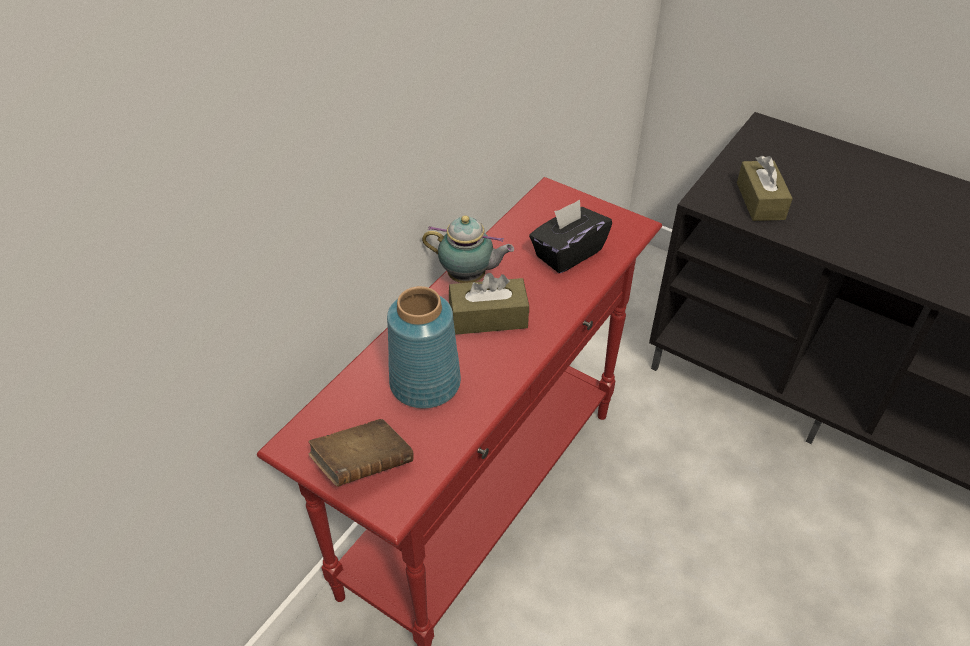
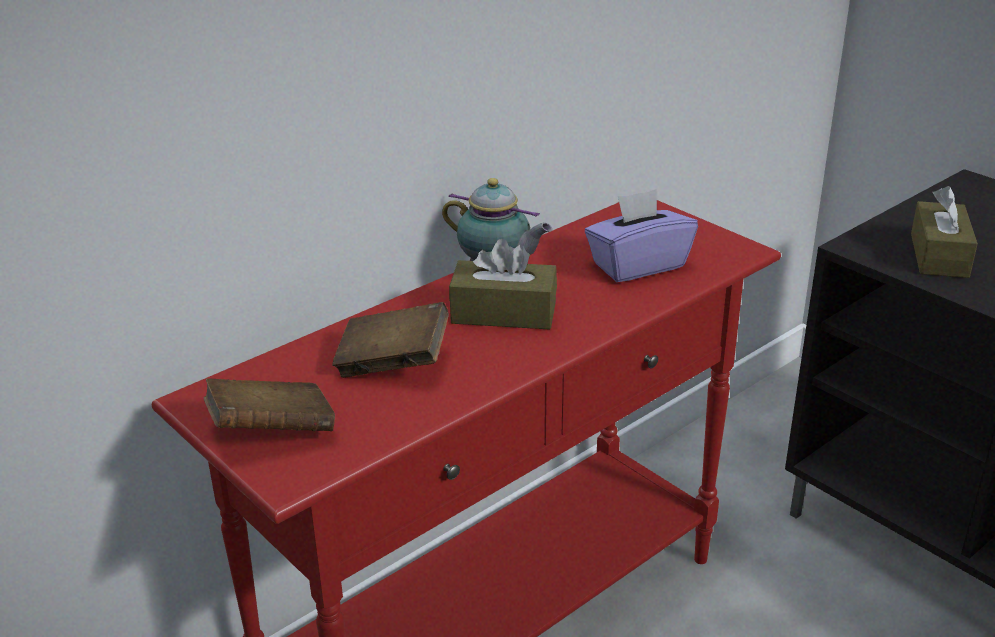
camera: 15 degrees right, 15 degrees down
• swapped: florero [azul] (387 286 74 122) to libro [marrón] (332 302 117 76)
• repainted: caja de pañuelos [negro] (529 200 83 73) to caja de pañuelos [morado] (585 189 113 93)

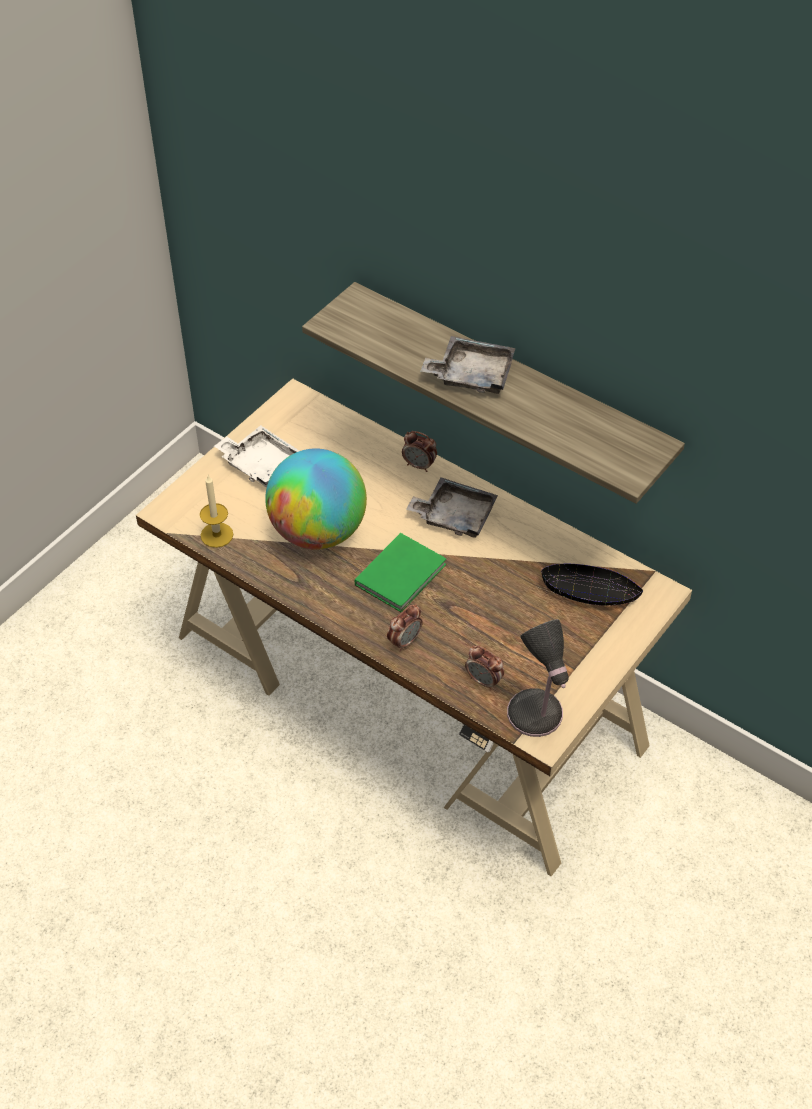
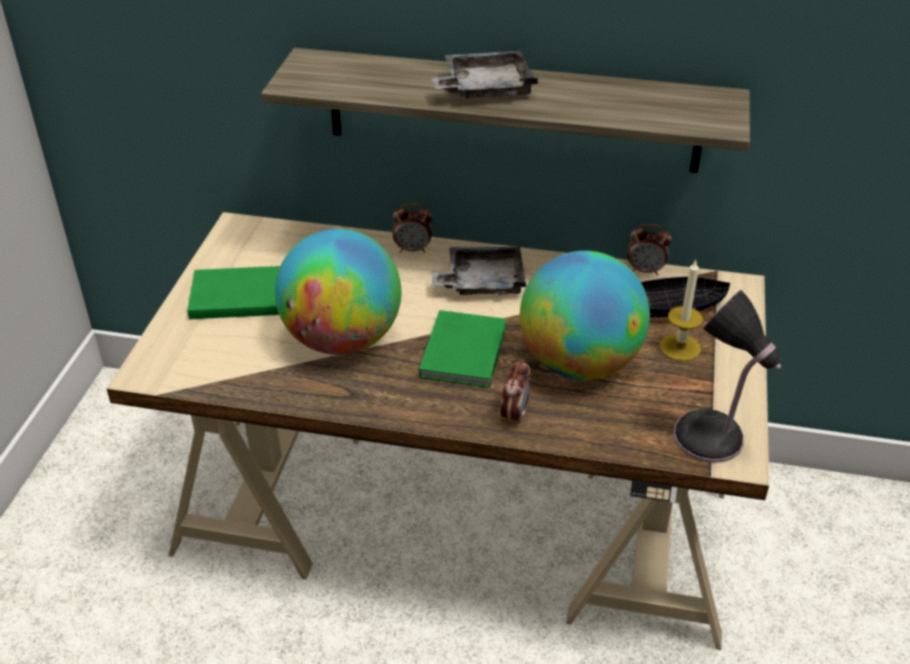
camera: 25 degrees left, 10 degrees down
• shifted: vela (200 475 33 73) to (660 260 43 101)
• swapped: bandeja [blanco] (214 425 85 62) to libro [verde] (187 266 93 53)
• shifted: despertador (465 645 39 45) to (627 224 44 51)
• new: globo terráqueo (520 251 130 129)

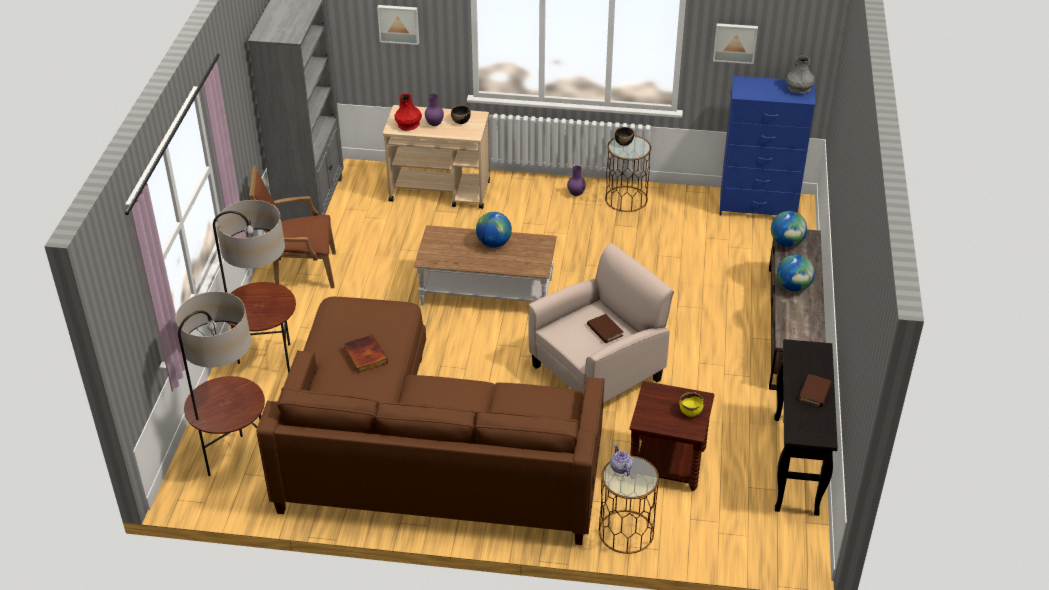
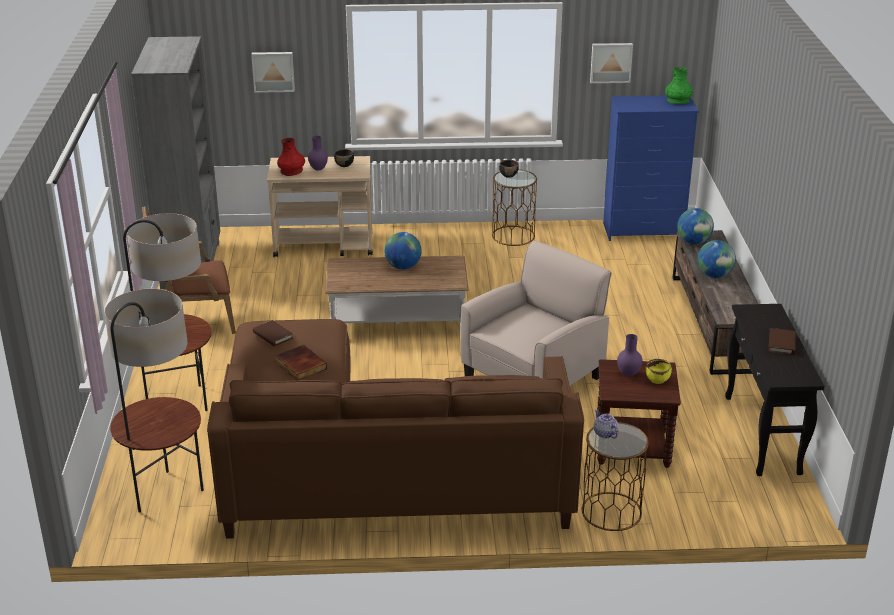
camera: 10 degrees left, 10 degrees down
• shifted: florero [morado] (567 166 19 30) to (617 334 25 42)
• shifted: libro [marrón] (587 314 37 29) to (253 320 40 26)
• repainted: florero [gris] (786 55 28 39) to florero [verde] (665 67 28 37)

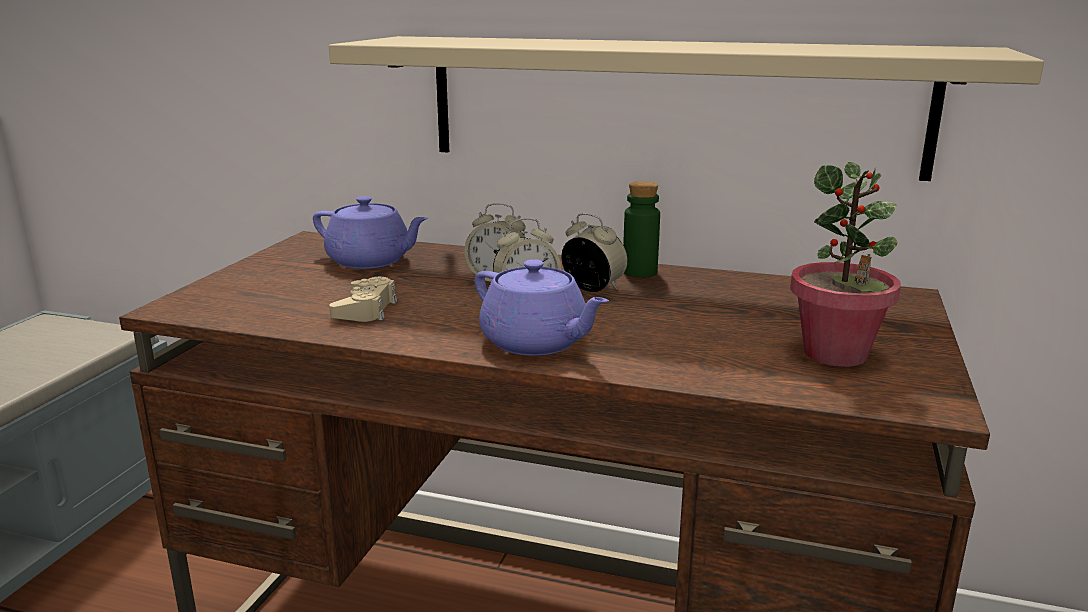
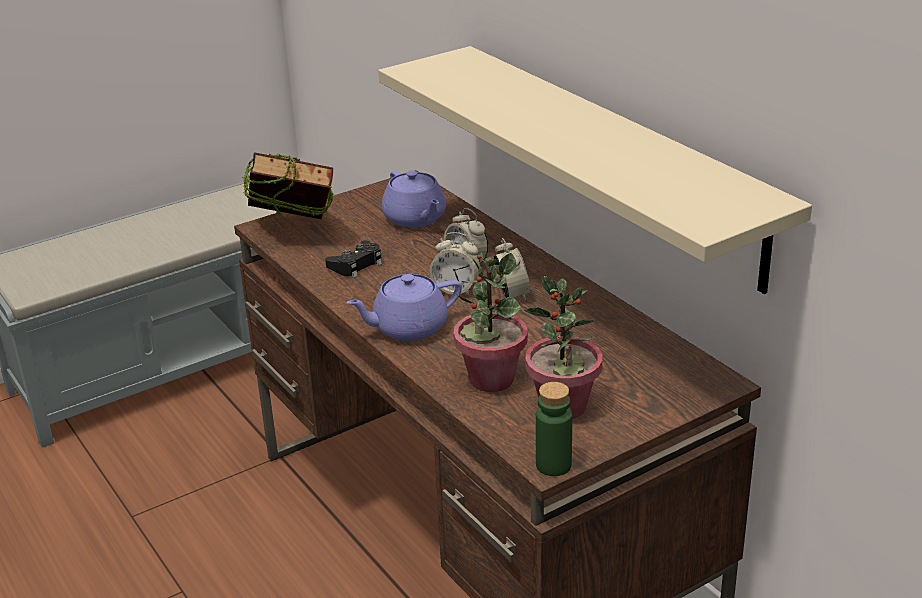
camera: 40 degrees right, 10 degrees up
• repainted: mando de consola [beis] (329 276 68 46) to mando de consola [negro] (325 241 57 37)
• rotated: tetera [morado] (475 259 134 97) = (346 274 116 67) 75 degrees clockwise
• shifted: botella [verde] (623 181 37 97) to (536 382 36 94)
• new: libro (242 152 92 67)
• new: planta en maceta (453 253 75 139)

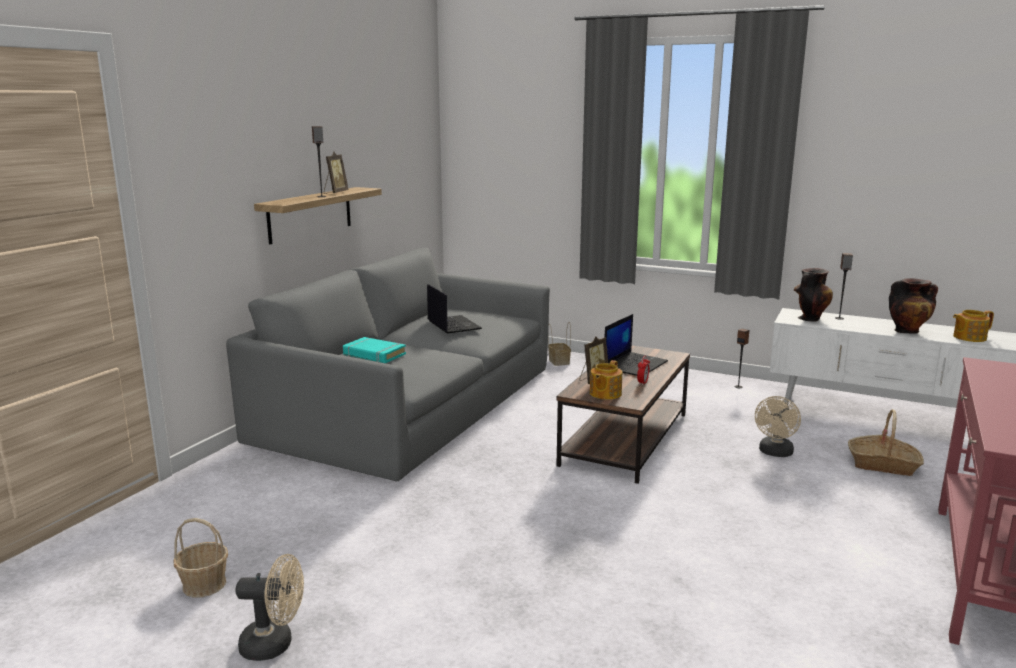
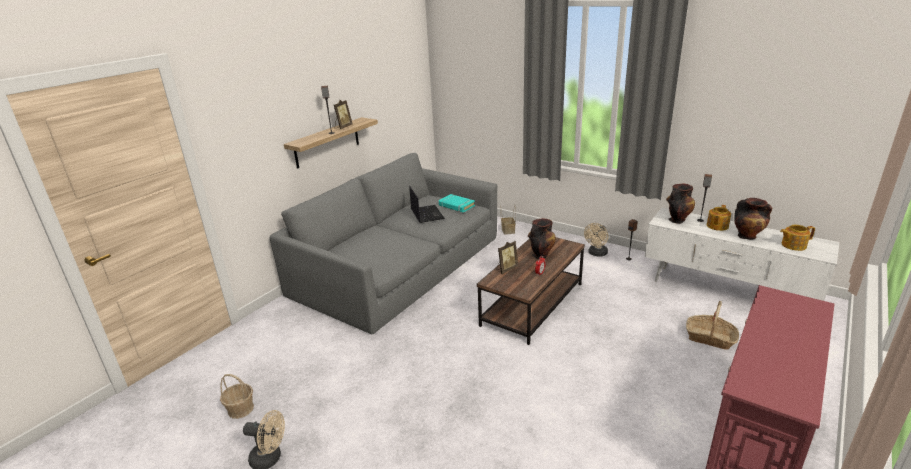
camera: 10 degrees right, 10 degrees up
• shifted: libro [turquesa] (343 337 63 26) to (439 194 36 19)
• shifted: tetera (590 360 32 39) to (707 205 24 26)
• swapped: portátil (605 314 63 62) to florero (528 218 28 41)
• shifted: ventilador [beis] (755 396 46 61) to (584 223 24 34)

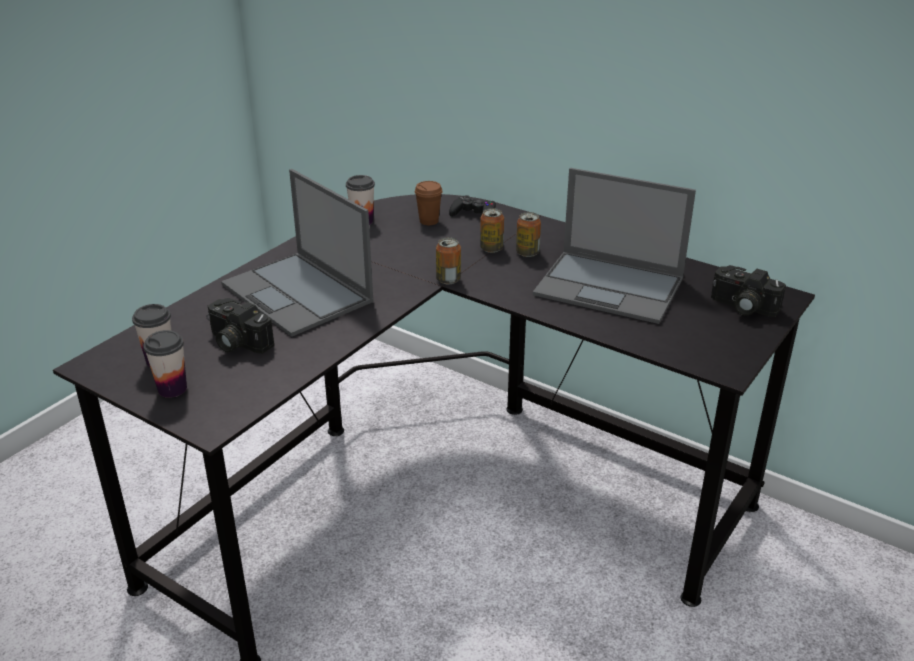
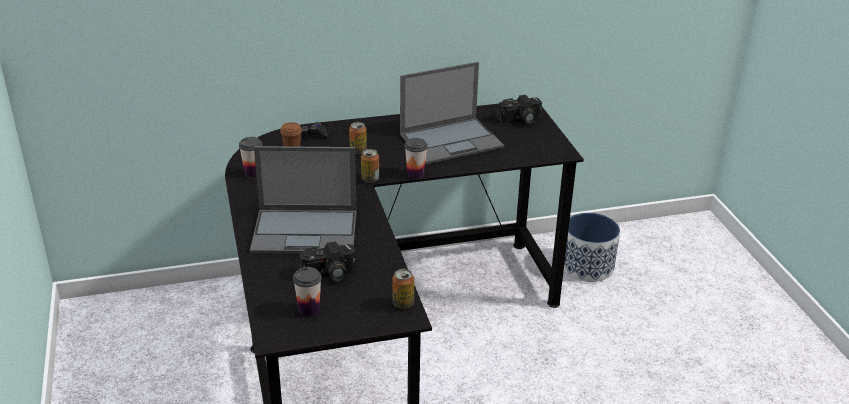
camera: 50 degrees left, 0 degrees up
• shifted: taza (143 330 44 68) to (405 138 23 41)
• shifted: lata (516 212 25 45) to (392 269 22 40)
• new: maceta (564 213 56 69)

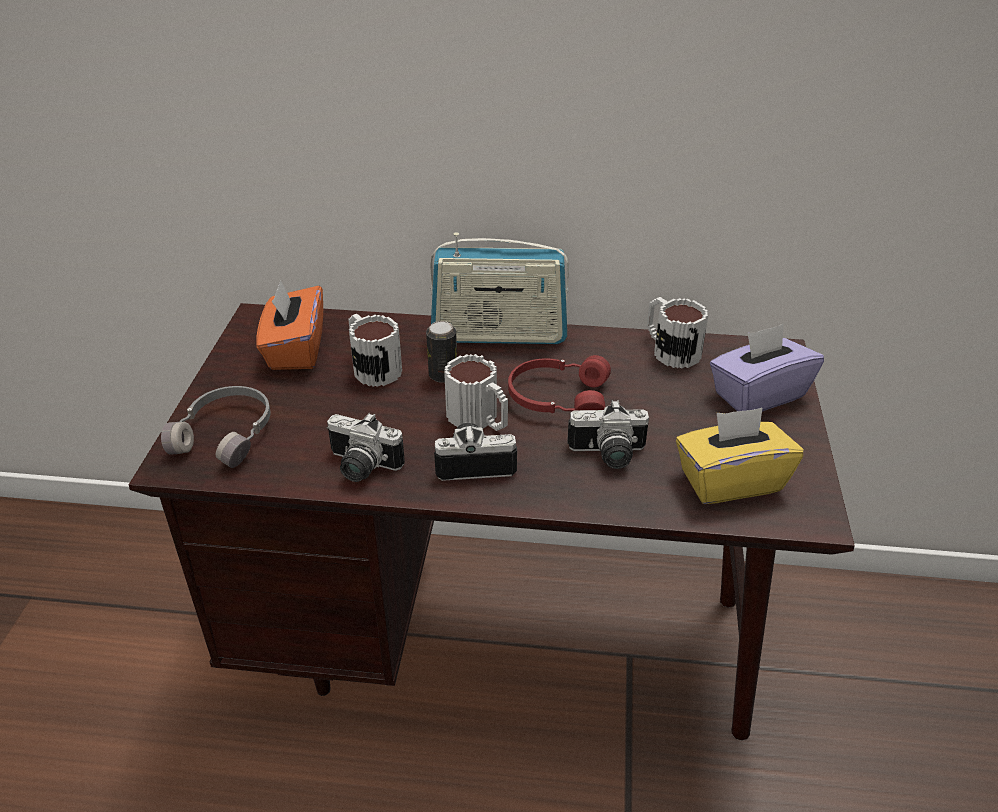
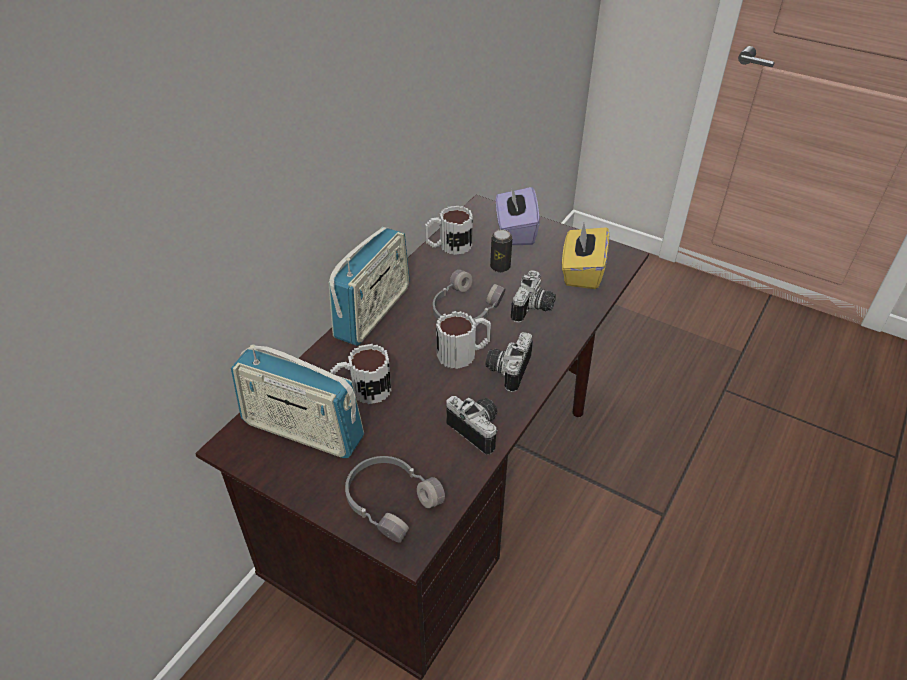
camera: 65 degrees left, 5 degrees up
• swapped: caja de pañuelos [naranja] (256 280 67 90) to radio (231 344 133 114)
• rotated: cámara (327 413 78 69) = (446 396 52 59) 90 degrees counterclockwise
• shifted: lata (426 321 31 62) to (490 229 23 43)
• repainted: auriculares [rojo] (508 355 103 58) to auriculares [gris] (433 270 72 51)

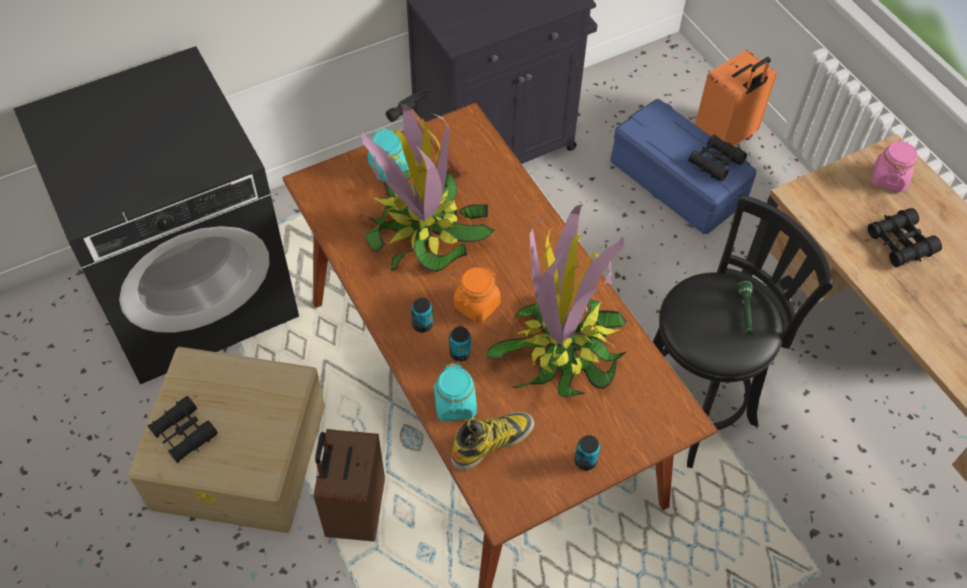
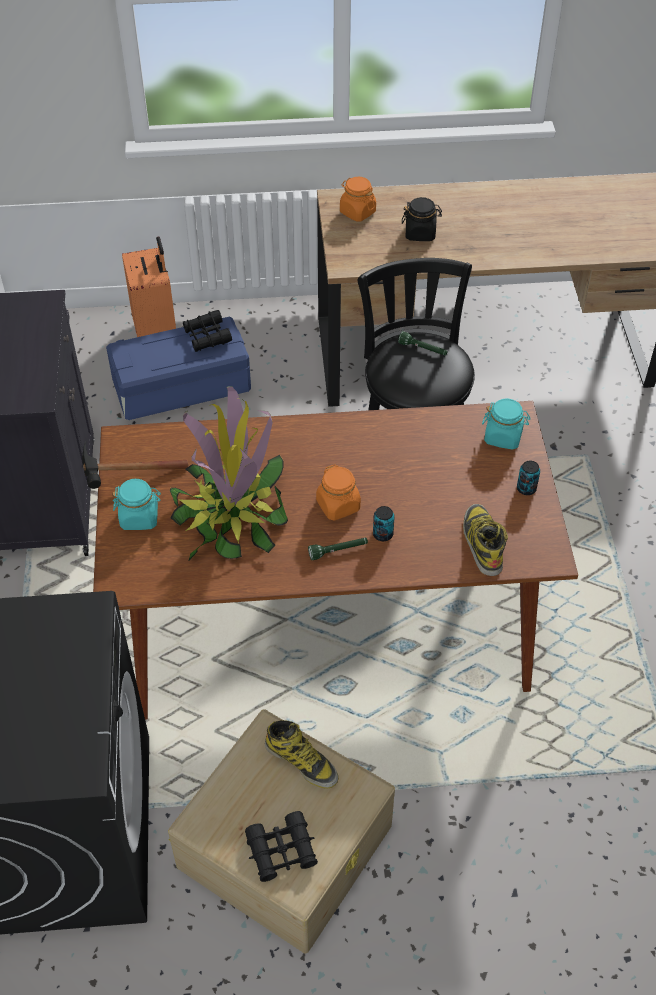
camera: 65 degrees left, 5 degrees down
• gone: maleta [marrón] (314 429 71 113)
• swapped: lata (411 298 22 34) to linterna [verde] (308 538 60 22)
• shifted: tarro [turquesa] (434 363 43 59) to (482 399 49 51)
• gone: planta en maceta (487 205 140 192)
• swapped: prismáticos [negro] (868 208 74 59) to tarro [negro] (402 197 40 44)
• repainted: tarro [rosa] (872 140 45 52) to tarro [naranja] (340 177 36 45)
• new: bota (265 720 74 69)

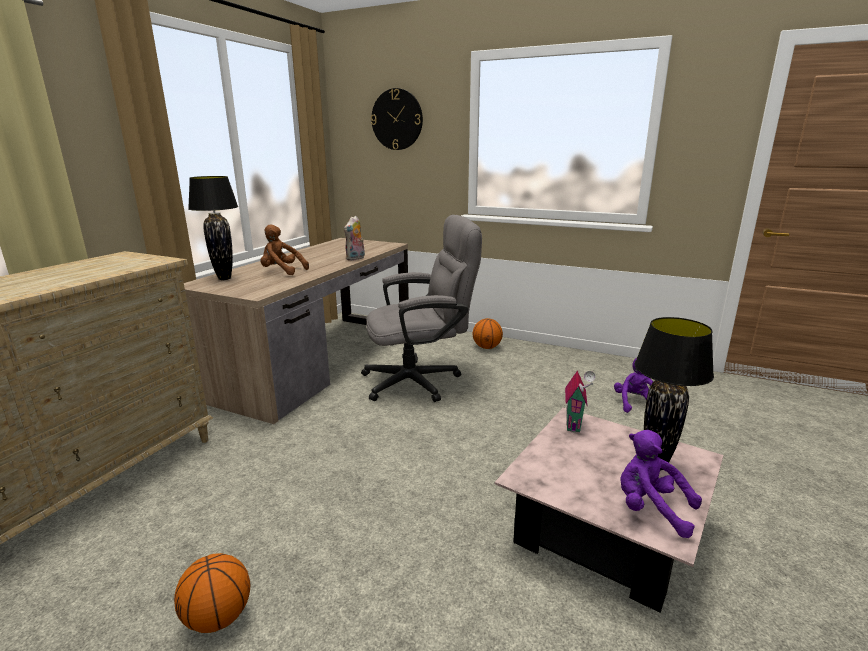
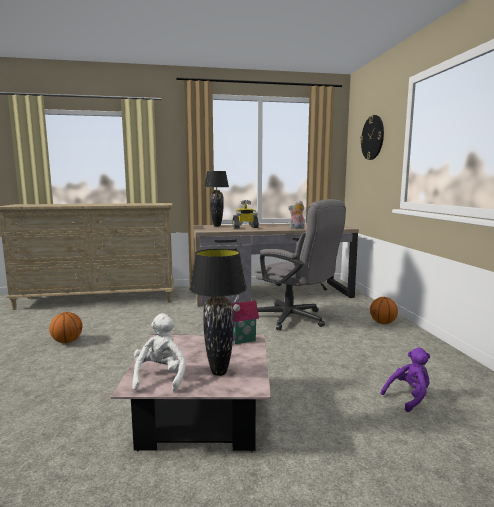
camera: 55 degrees right, 10 degrees down
• swapped: peluche [marrón] (260 224 49 51) to robot de juguete (233 200 26 28)
• repainted: peluche [morado] (621 430 81 108) to peluche [blanco] (132 313 54 79)

